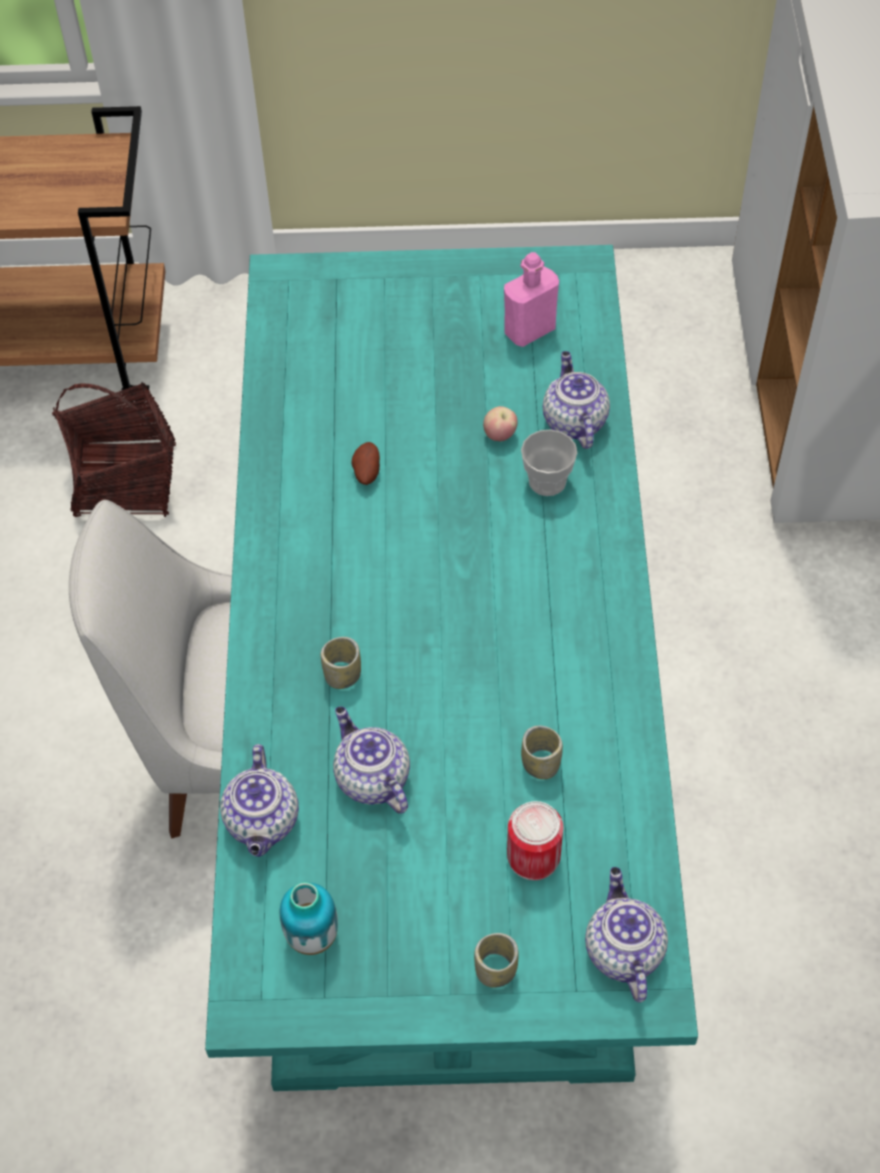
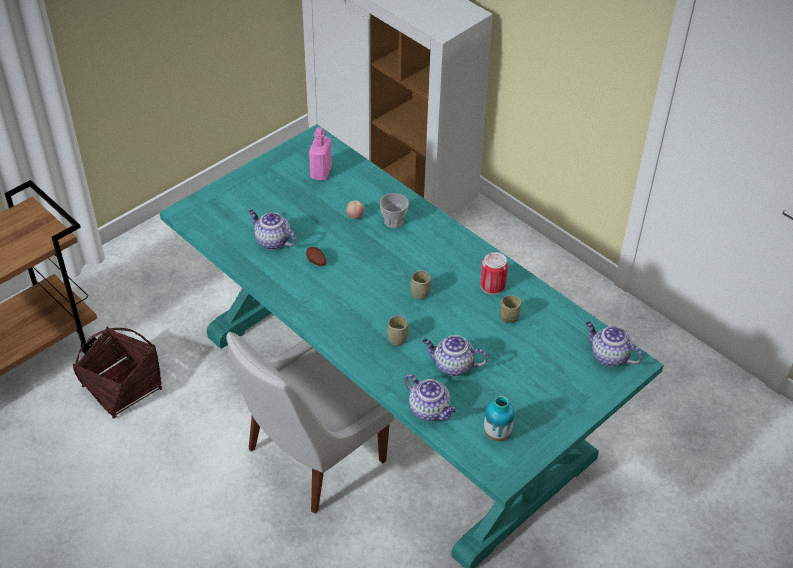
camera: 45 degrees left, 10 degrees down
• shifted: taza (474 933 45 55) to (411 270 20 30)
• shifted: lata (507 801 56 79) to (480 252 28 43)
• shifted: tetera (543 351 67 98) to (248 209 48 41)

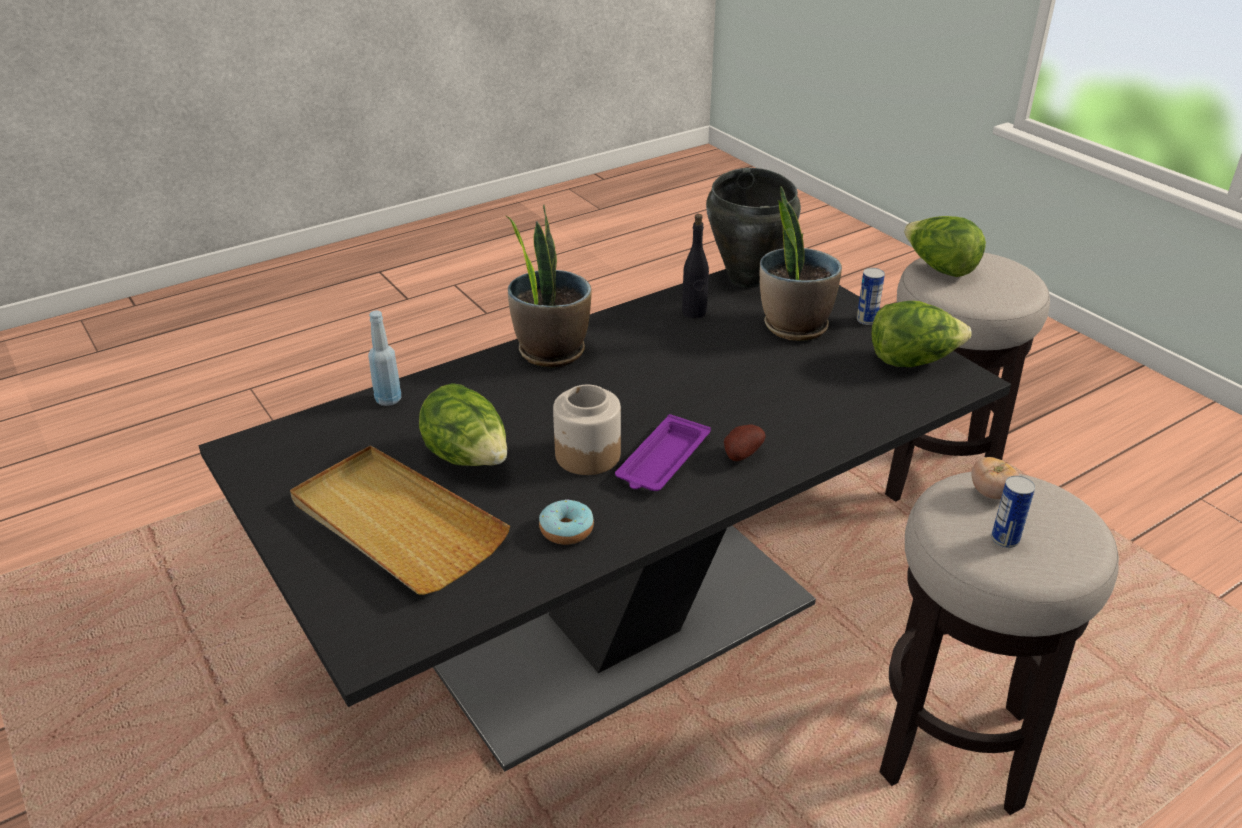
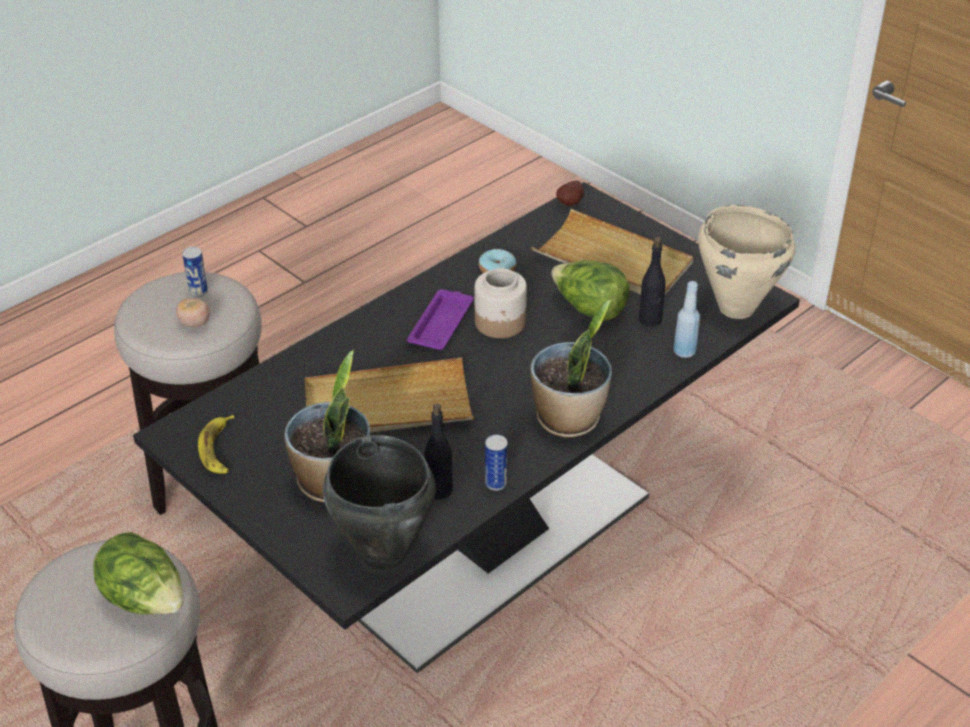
camera: 170 degrees right, 5 degrees up
• shifted: patata (724 425 42 36) to (556 181 28 25)
• shifted: lata (857 268 28 57) to (485 435 23 56)
• swapped: lechuga (871 301 101 66) to plátano (198 415 36 59)
• new: bandeja [beis] (305 357 169 76)
• new: botella [negro] (639 236 26 91)
• new: olla [beis] (698 205 97 114)

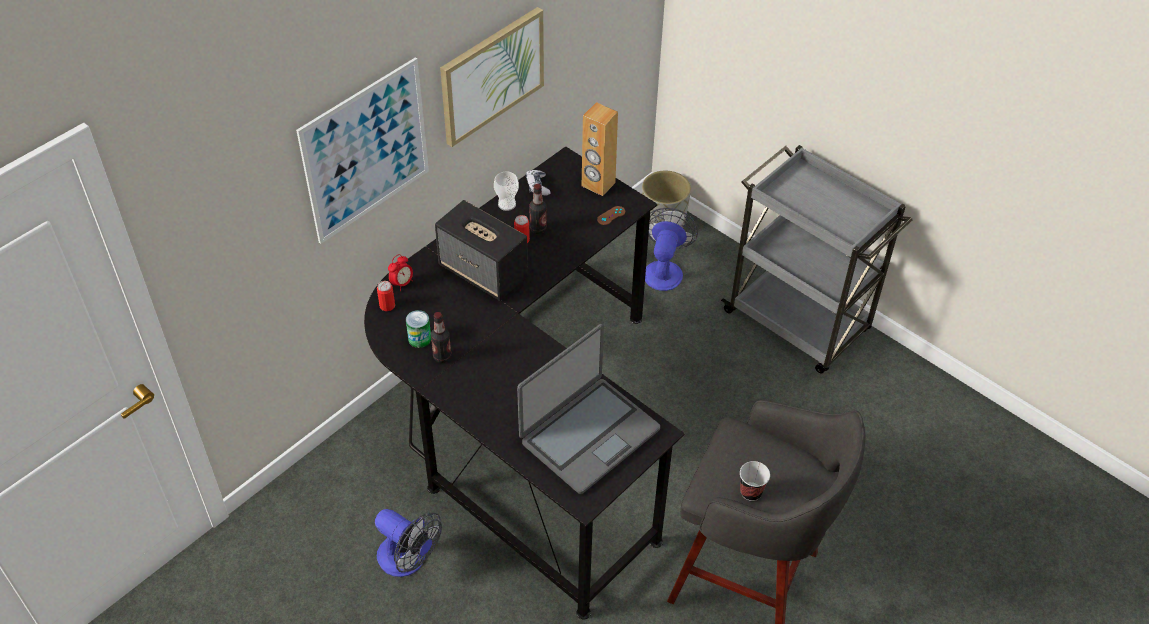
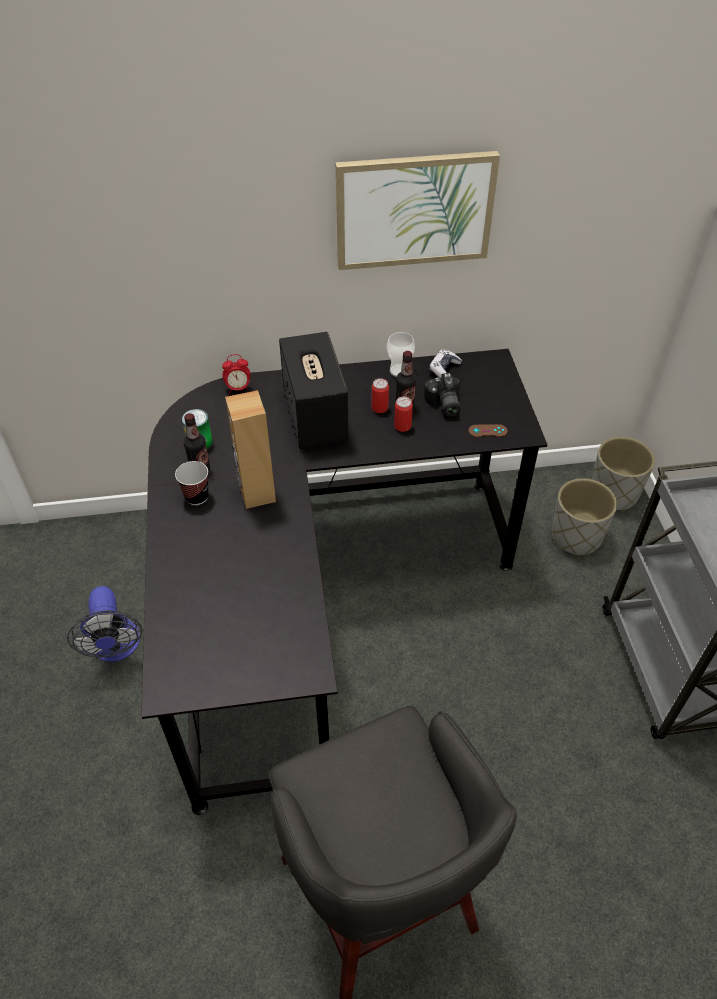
camera: 40 degrees right, 0 degrees up
• gone: cuadro (296 57 133 187)
• shifted: lata (377 281 18 30) to (394 397 19 35)
• gone: portátil (517 324 143 170)
• shifted: altavoz [marrón] (582 102 36 94) to (225 390 51 119)
• swapped: ventilador (645 208 53 83) to maceta [gris] (552 478 65 78)
• shifted: taza (740 461 30 40) to (175 461 33 44)
• new: cámara (424 373 36 44)

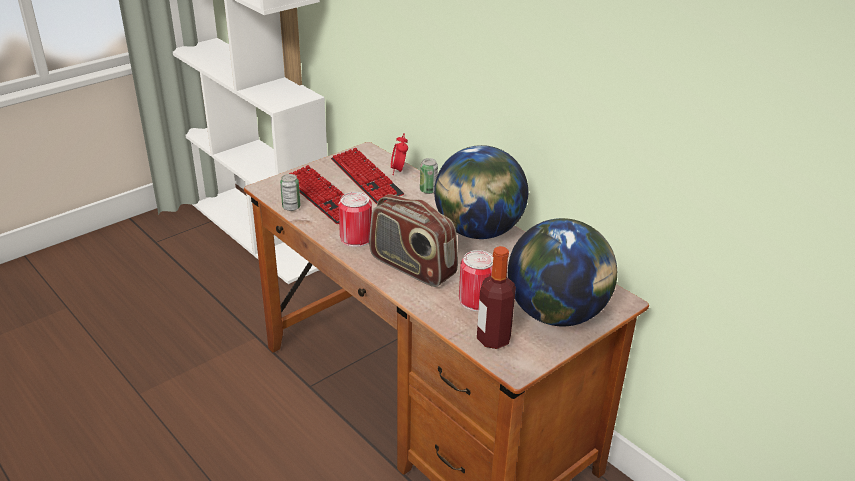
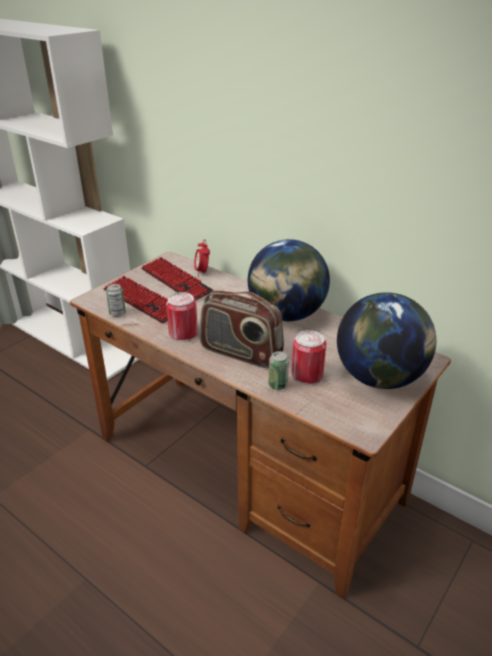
camera: 10 degrees left, 0 degrees up
• shifted: lata (420 158 18 36) to (268 351 21 39)
• gone: botella (477 246 39 103)

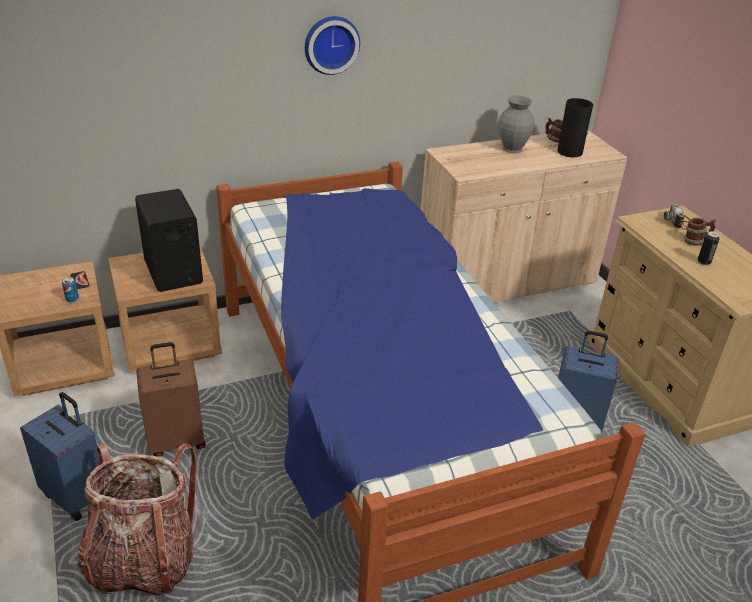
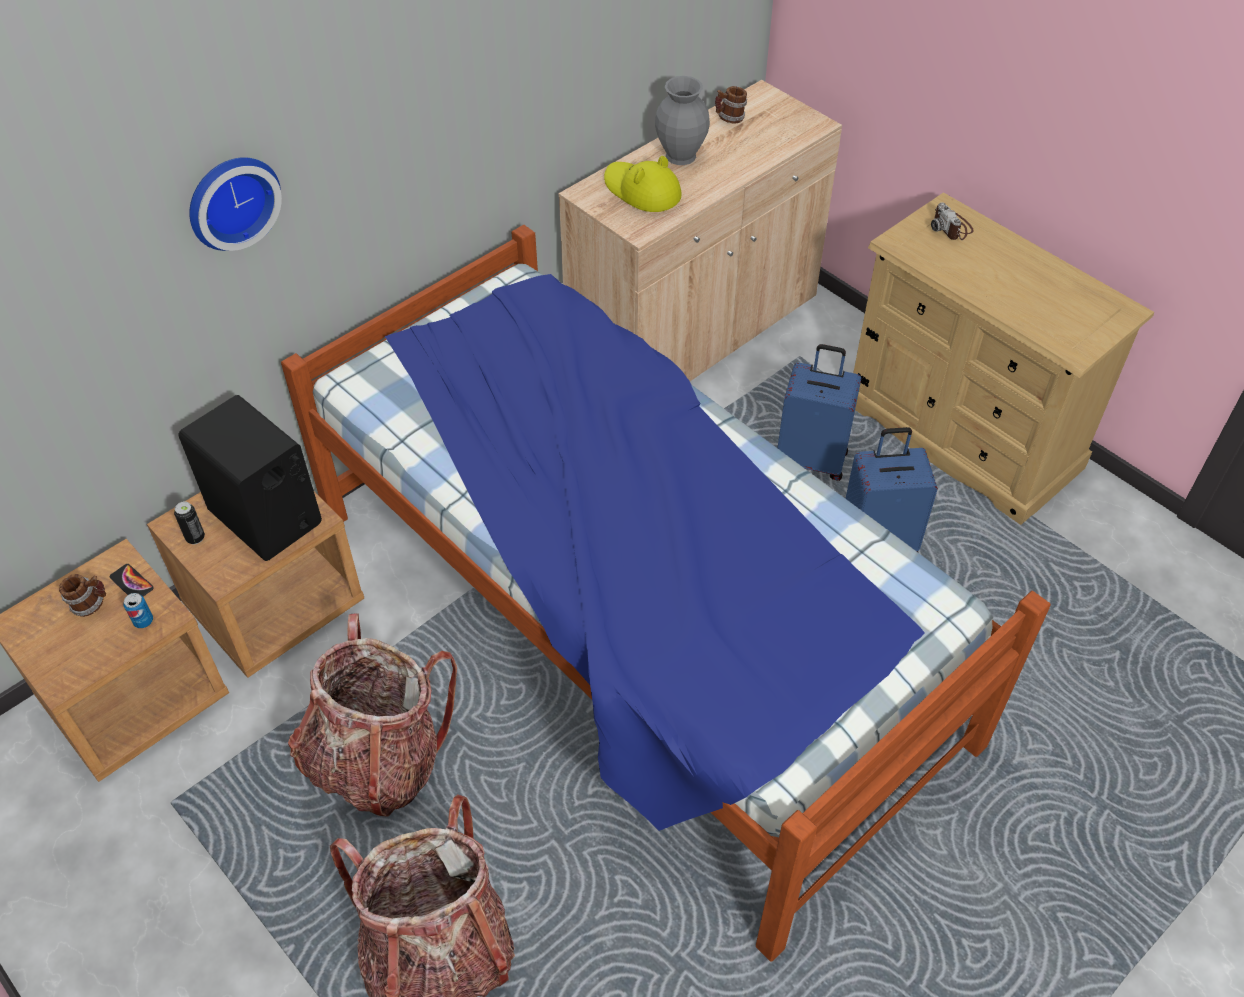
camera: 20 degrees left, 15 degrees up
• shifted: maleta [azul] (20 392 79 129) to (778 344 83 137)
• swapped: maleta [marrón] (136 342 70 115) to mochila (288 613 169 204)
• shifted: reloj de pared (305 16 55 59) to (189 157 93 94)
• gone: florero (558 98 35 59)
• shifted: taza grande (684 218 32 28) to (59 574 47 43)
• shifted: lata (698 231 21 35) to (174 501 31 43)
• new: sombrero [amarillo] (604 156 78 56)

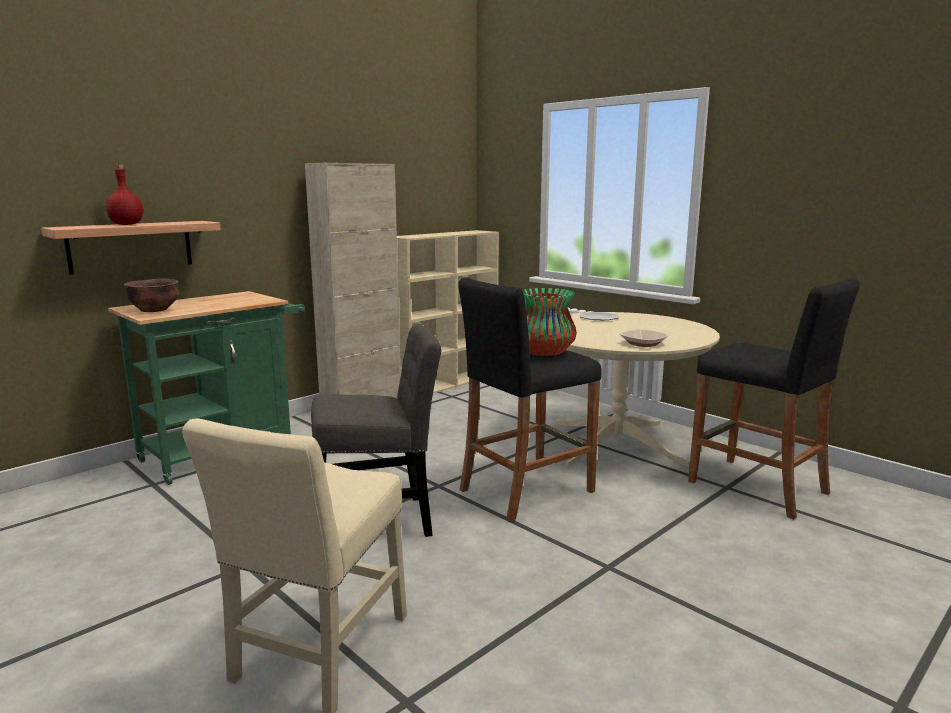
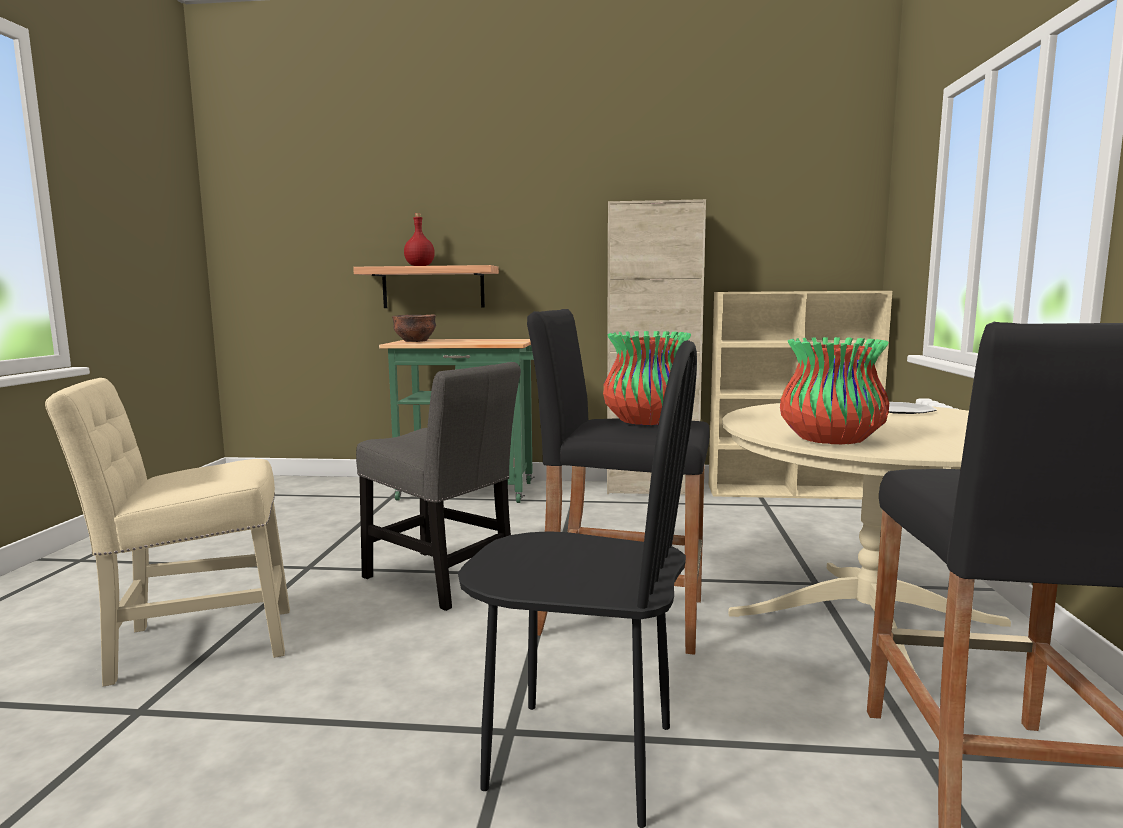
camera: 50 degrees right, 5 degrees down
• swapped: cuenco (620 329 49 18) to florero (780 337 109 108)
• new: silla [negro] (458 340 239 488)

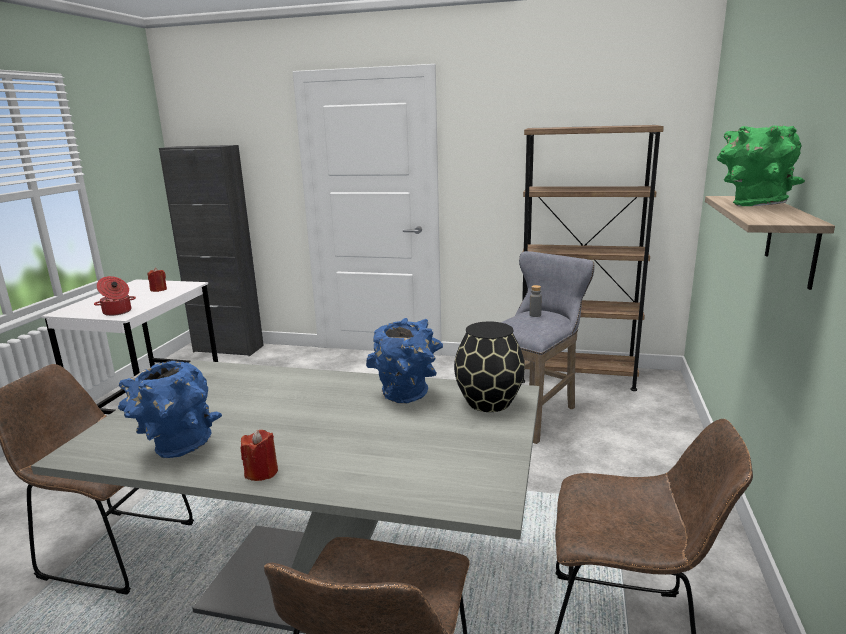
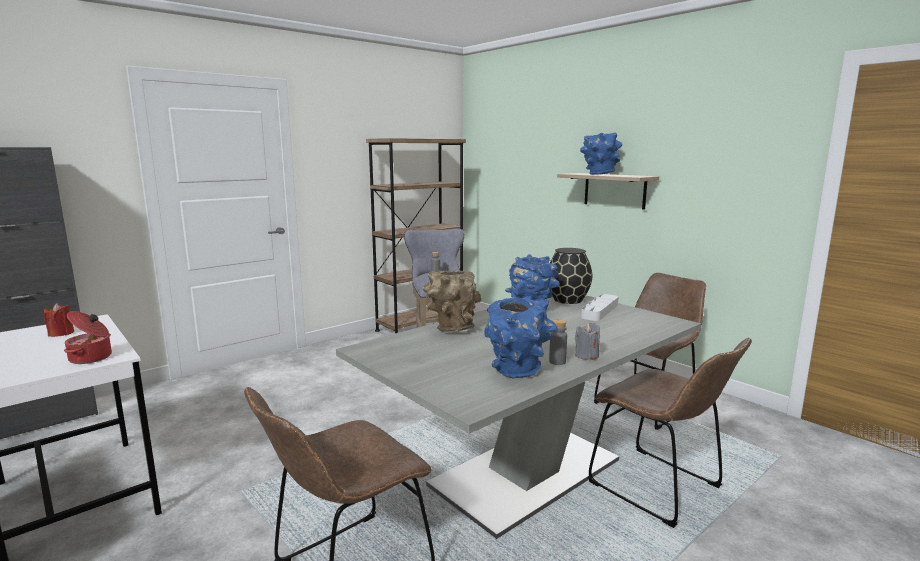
camera: 55 degrees left, 5 degrees down
• repainted: vela [rojo] (241 430 37 51) to vela [gris] (575 323 25 37)
• repainted: florero [verde] (717 125 88 81) to florero [azul] (580 133 43 42)
• new: florero [marrón] (423 270 59 62)
• new: botella [gris] (549 319 18 46)
• new: bandeja [gris] (581 294 37 27)

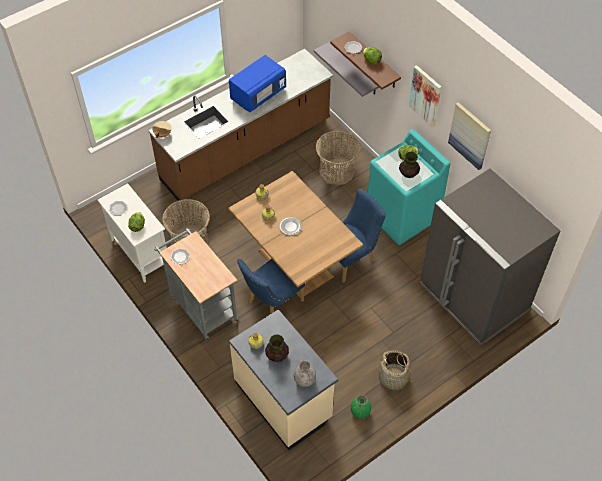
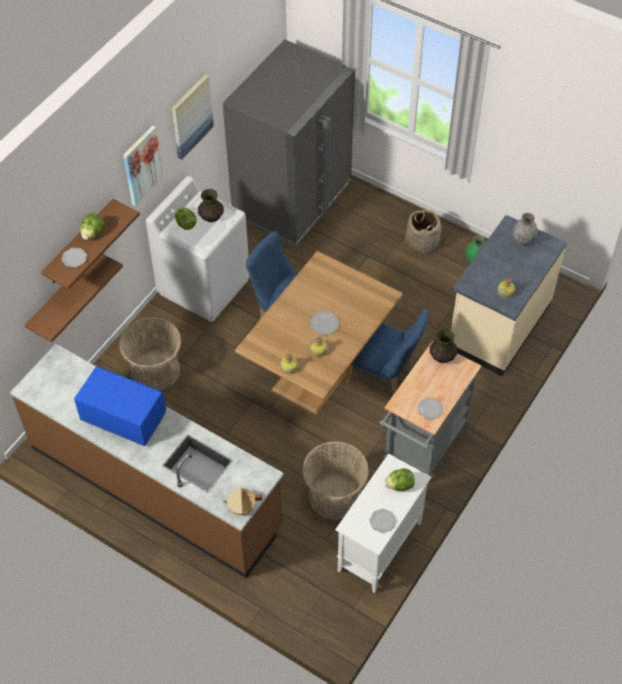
camera: 110 degrees left, 0 degrees up
• shifted: florero (265 334 24 28) to (430 329 28 34)
• repainted: estante [gris] (314 42 65 55) to estante [marrón] (25 254 98 88)
• repainted: lavadora [turquesa] (368 129 83 116) to lavadora [blanco] (146 176 104 146)

